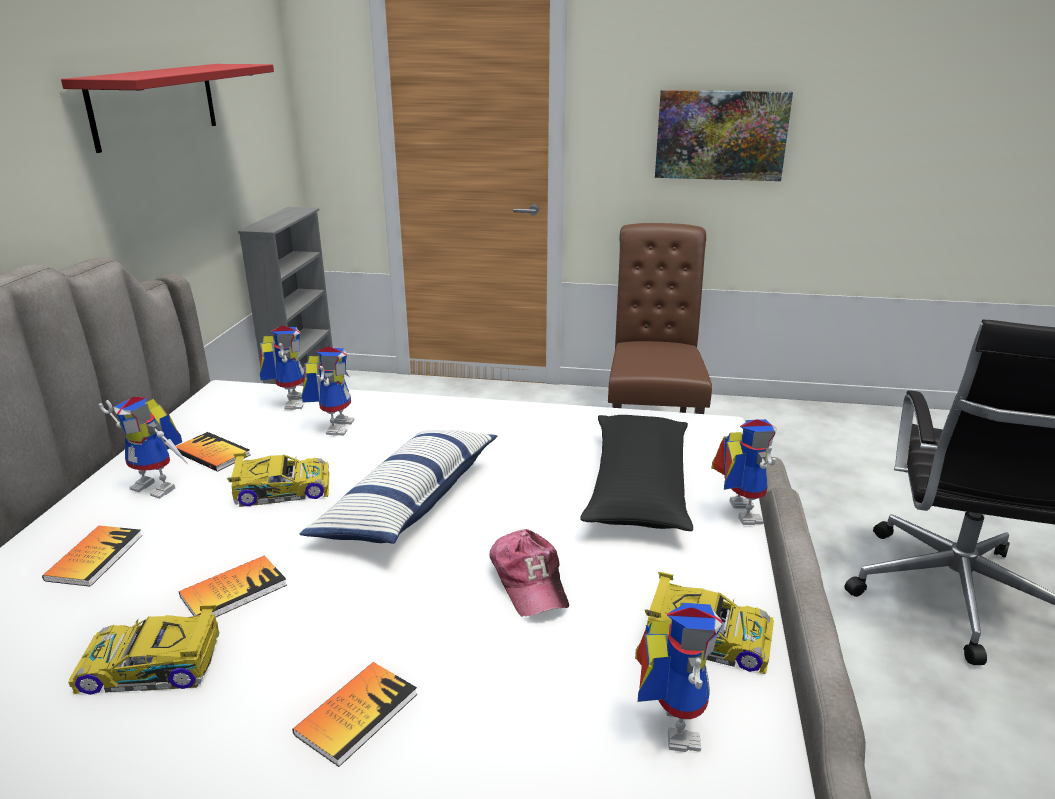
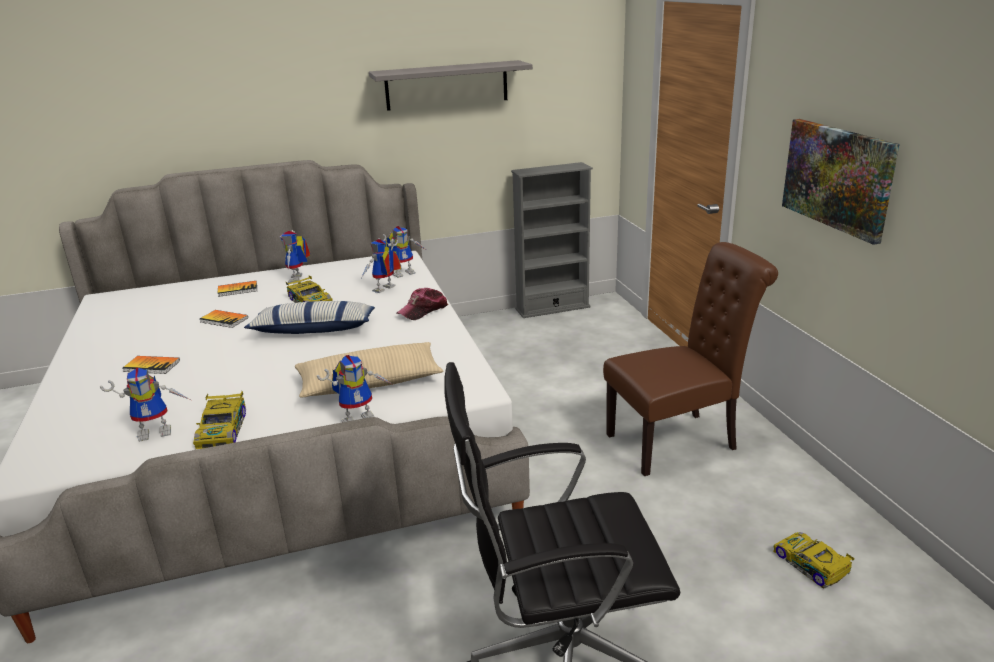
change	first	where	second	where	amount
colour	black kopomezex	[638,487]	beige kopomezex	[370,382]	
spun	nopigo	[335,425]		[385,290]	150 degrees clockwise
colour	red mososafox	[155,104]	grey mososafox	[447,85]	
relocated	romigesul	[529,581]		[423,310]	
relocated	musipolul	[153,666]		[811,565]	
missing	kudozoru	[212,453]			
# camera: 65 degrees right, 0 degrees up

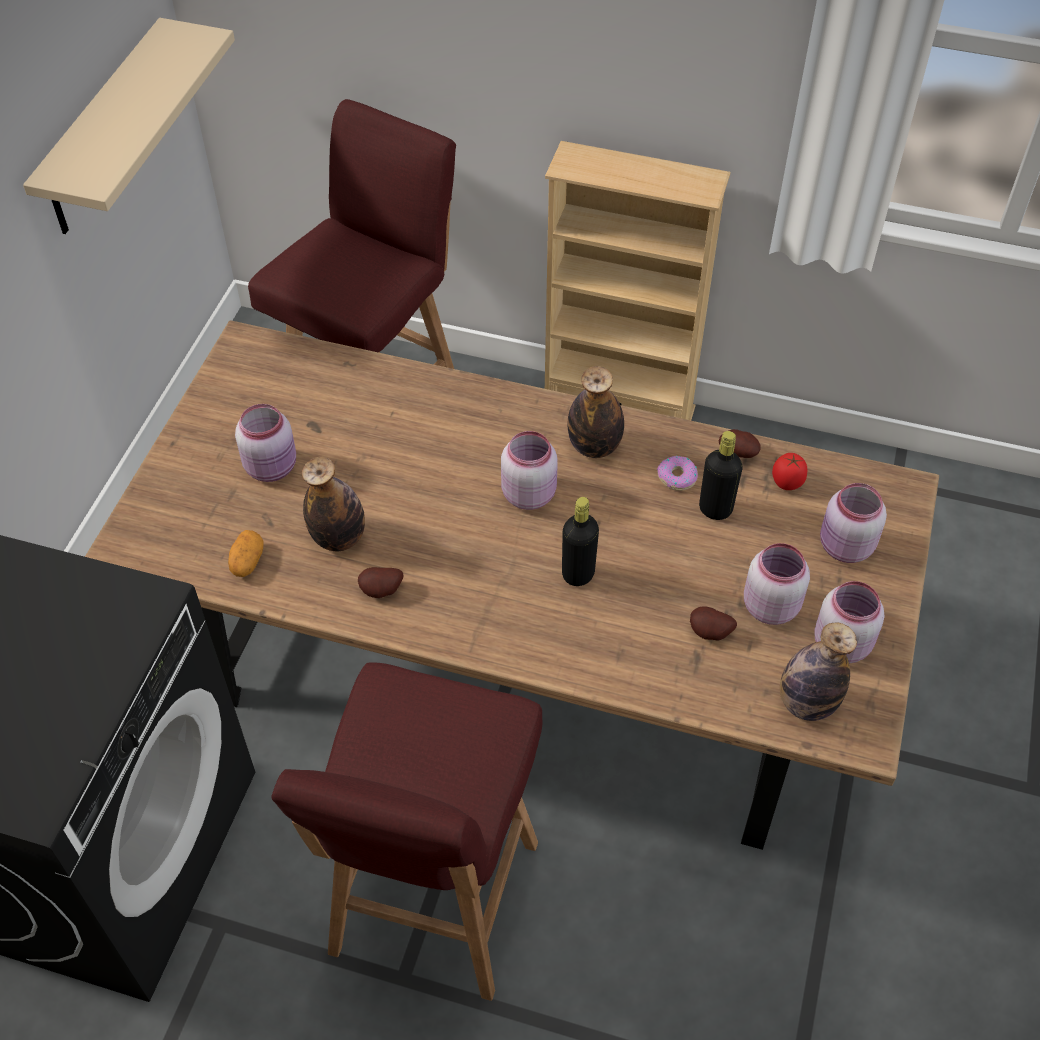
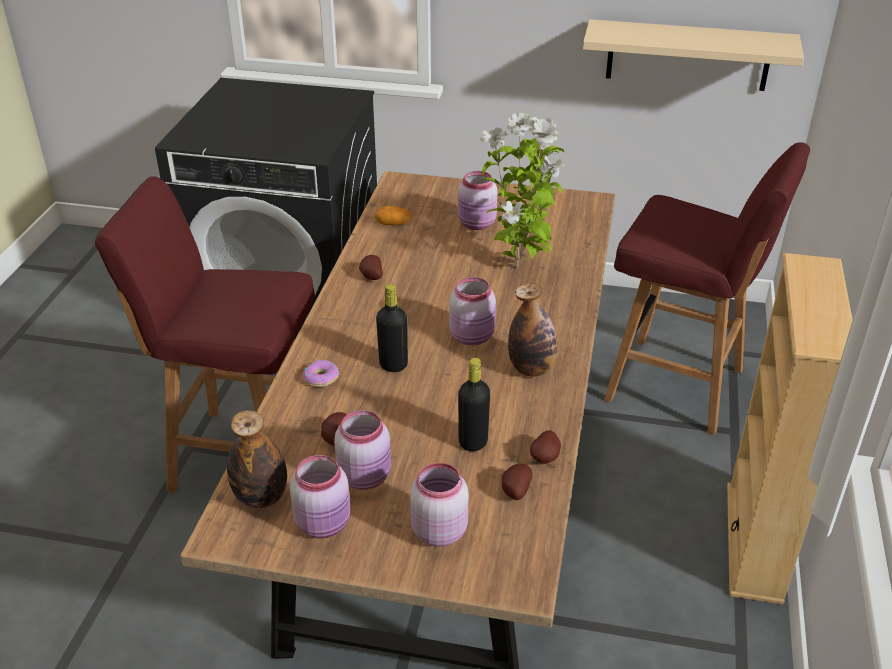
change	first	where	second	where	amount
relocated	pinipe	[677,477]		[321,378]	
appeared			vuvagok	[519,267]	
exchanged	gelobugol	[787,482]	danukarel	[514,491]	
missing	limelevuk	[339,538]			
# camera: 85 degrees right, 15 degrees down

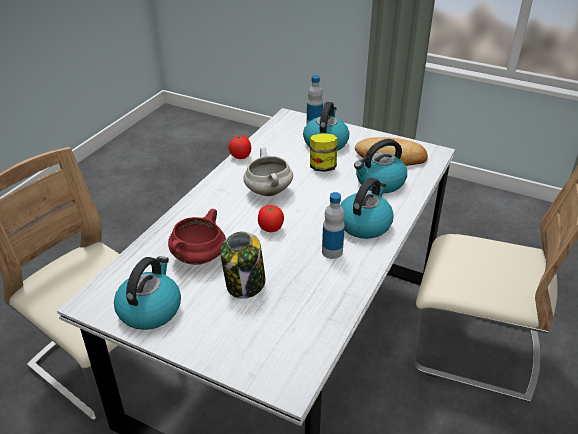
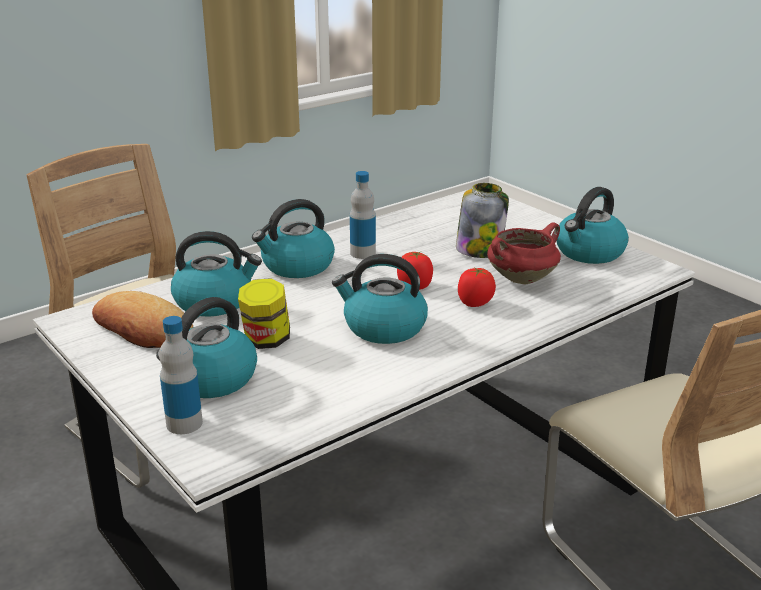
change	first	where	second	where	amount
exchanged	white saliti	[267,191]	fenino	[383,327]	
relocated	gelobugol	[240,156]		[474,303]	
# camera: 155 degrees left, 10 degrees down

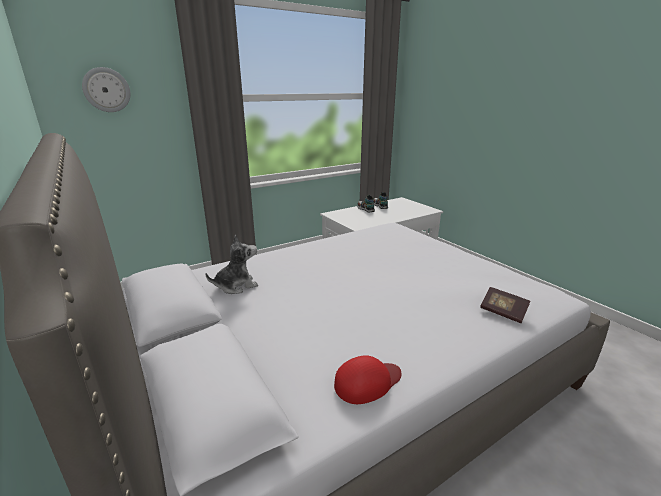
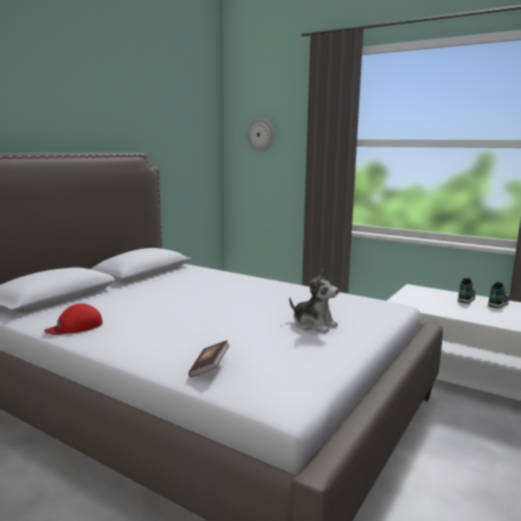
change	first	where	second	where	amount
spun	red romigesul	[367,382]		[75,327]	105 degrees clockwise
relocated	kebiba	[236,286]		[314,325]	
# camera: 65 degrees right, 10 degrees down

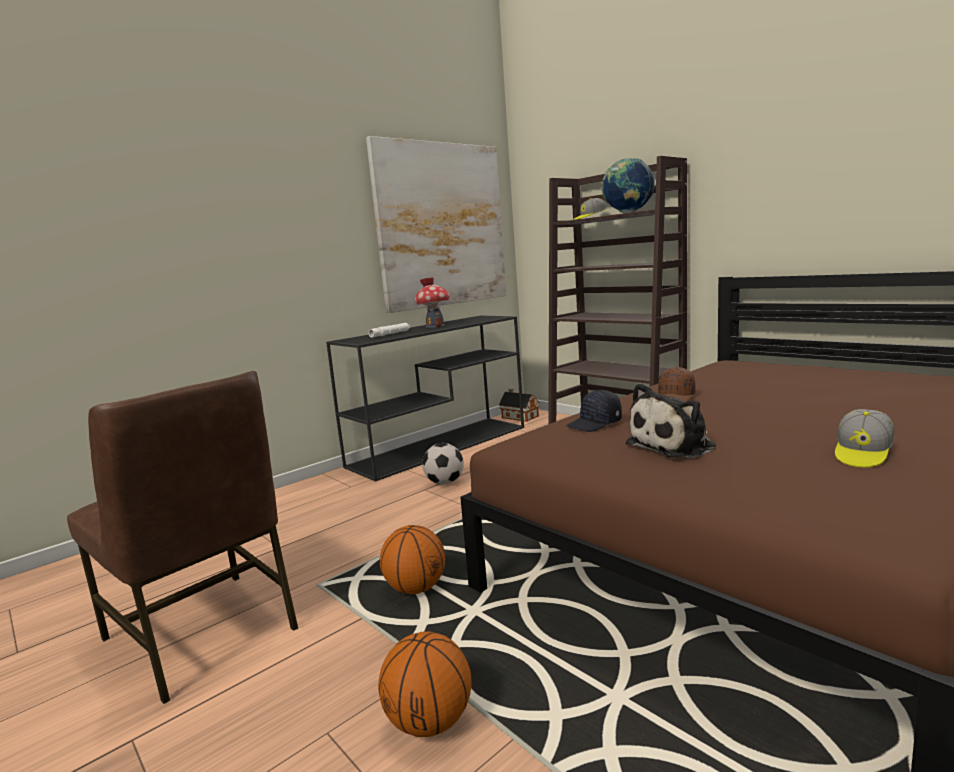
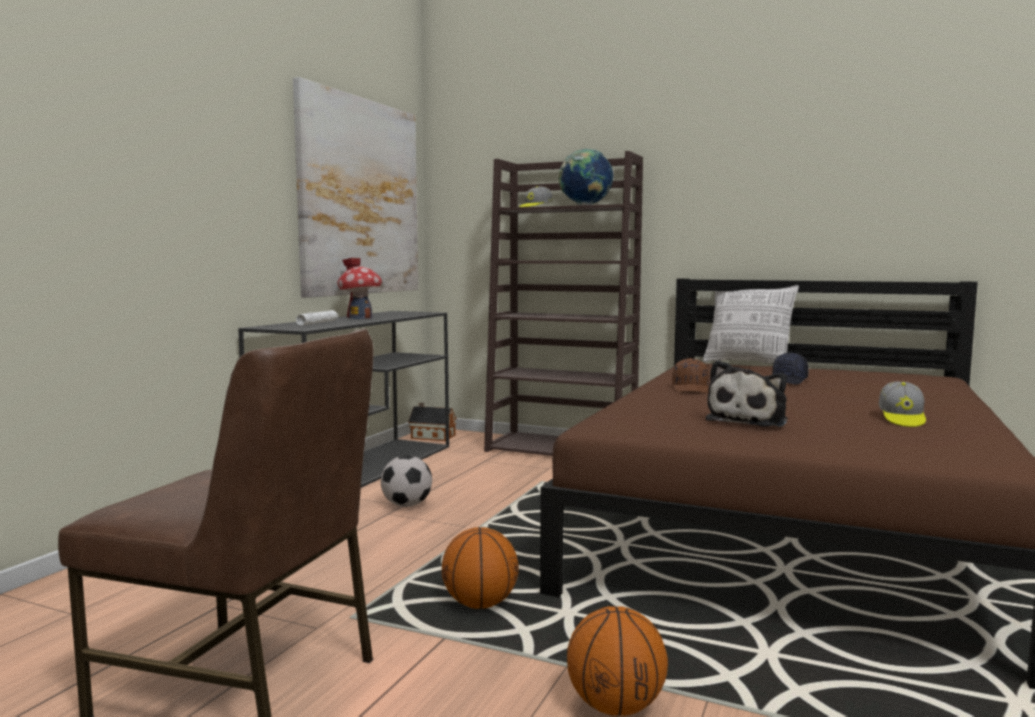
change	first	where	second	where	amount
appeared			kopomezex	[748,364]	
relocated	black romigesul	[595,424]		[788,381]	
# camera: 25 degrees left, 5 degrees down

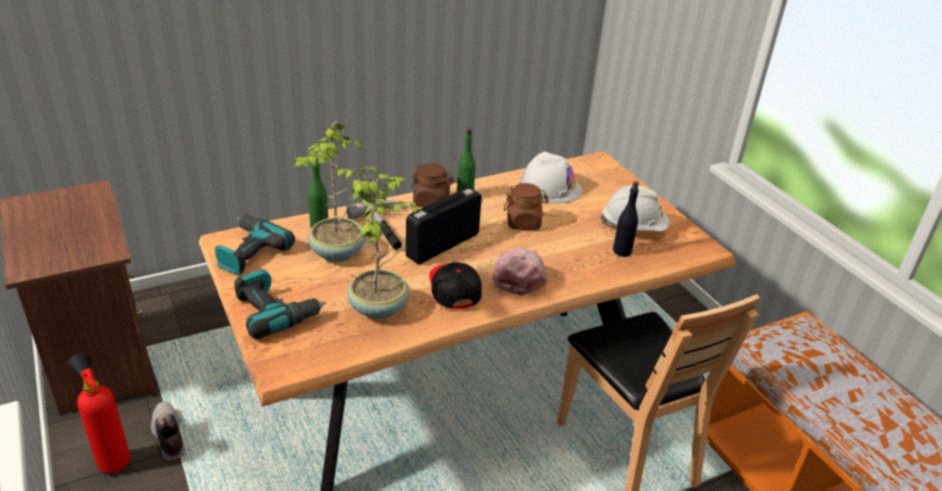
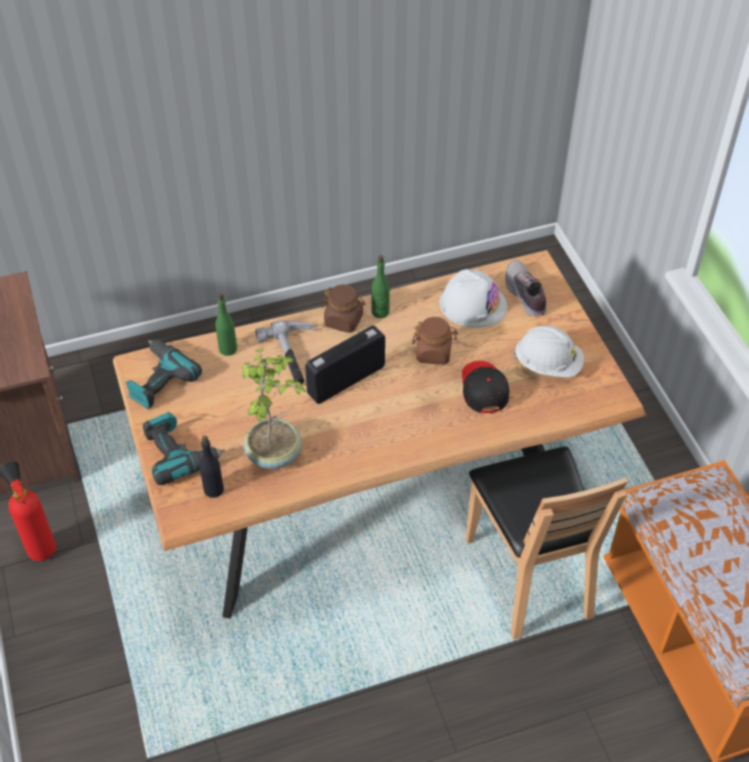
change	first	where	second	where	amount
relocated	black limelevuk	[621,251]		[213,489]	
relocated	black romigesul	[453,289]		[483,389]	
relocated	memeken	[168,437]		[525,294]	
missing	vuvagok	[337,253]			
missing	pink romigesul	[518,274]			
# camera: 10 degrees right, 15 degrees up

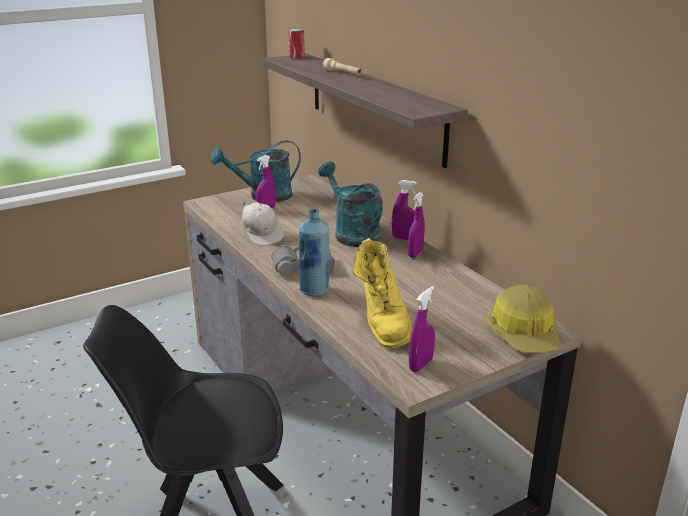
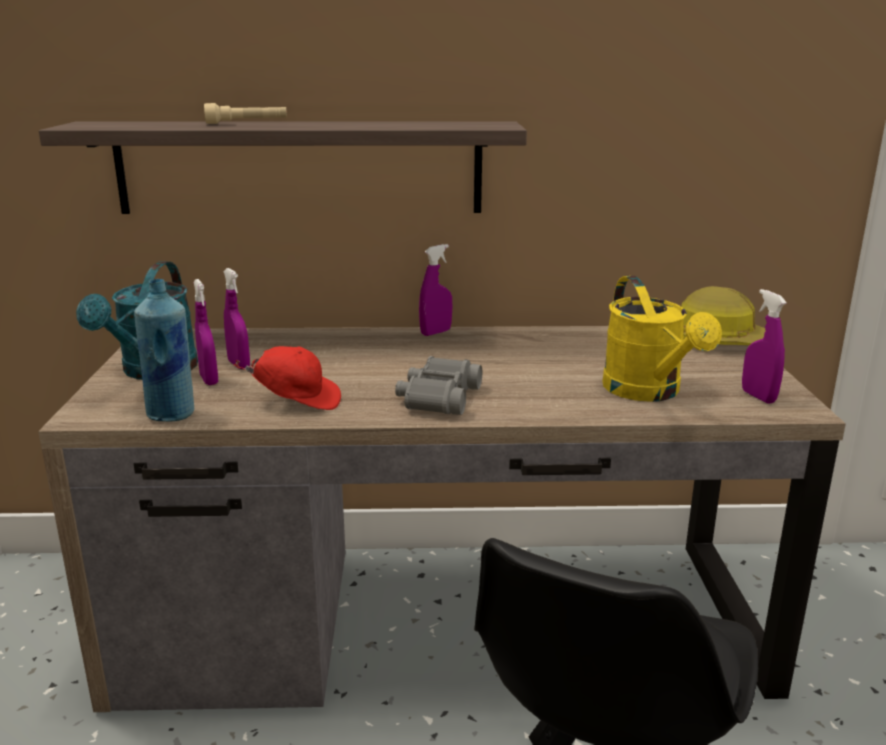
change	first	where	second	where	amount
relocated	blue limelevuk	[314,290]		[172,414]	
relocated	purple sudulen	[415,253]		[239,365]	
colour	white romigesul	[262,235]	red romigesul	[296,401]	
exchanged	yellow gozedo	[382,324]	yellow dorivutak	[649,392]	
missing	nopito	[296,57]			
missing	turquoise dorivutak	[351,233]			
# camera: 60 degrees left, 5 degrees down

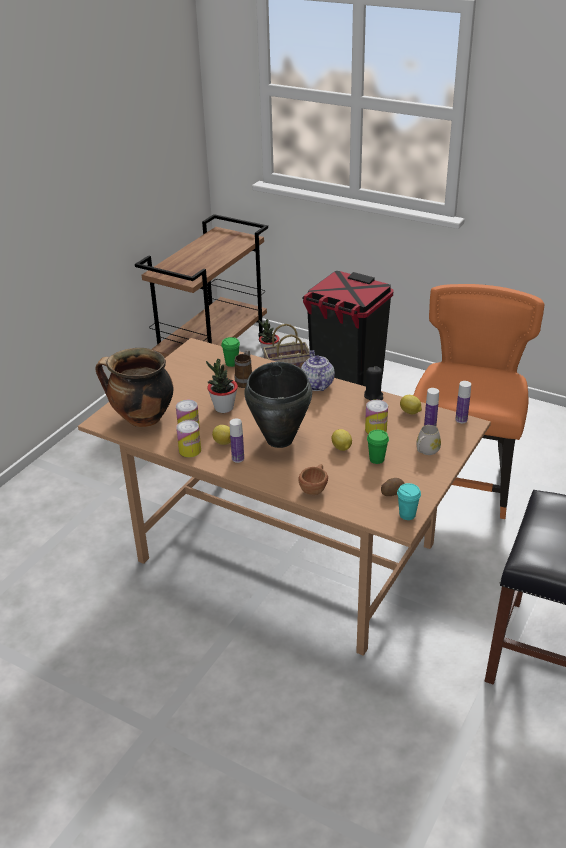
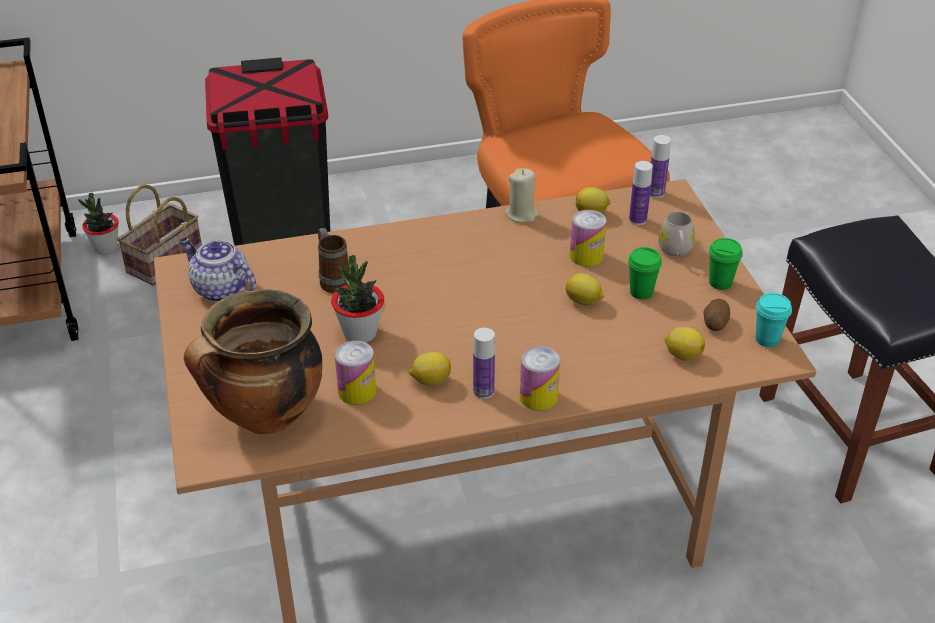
change	first	where	second	where	amount
relocated	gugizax	[316,384]		[220,289]	
colour	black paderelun	[373,396]	beige paderelun	[522,214]	
relocated	nopito	[190,450]		[538,397]	
appeared			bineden	[682,355]	
relocated	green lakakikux	[231,363]		[720,283]	
missing	black saliti	[280,439]			
missing	brown lakakikux	[315,488]			
# camera: 45 degrees left, 5 degrees up

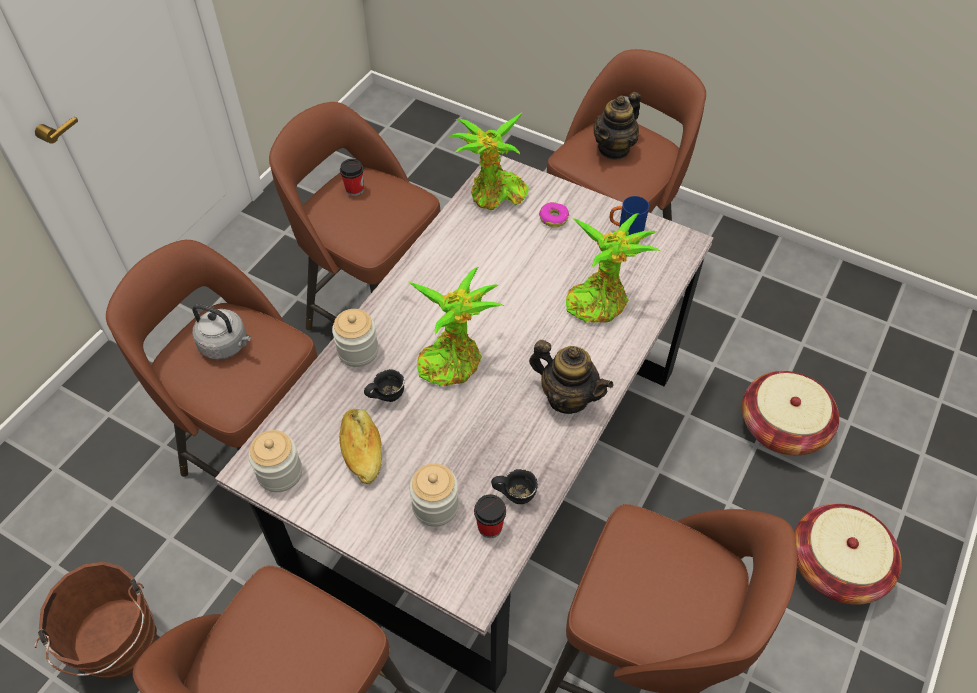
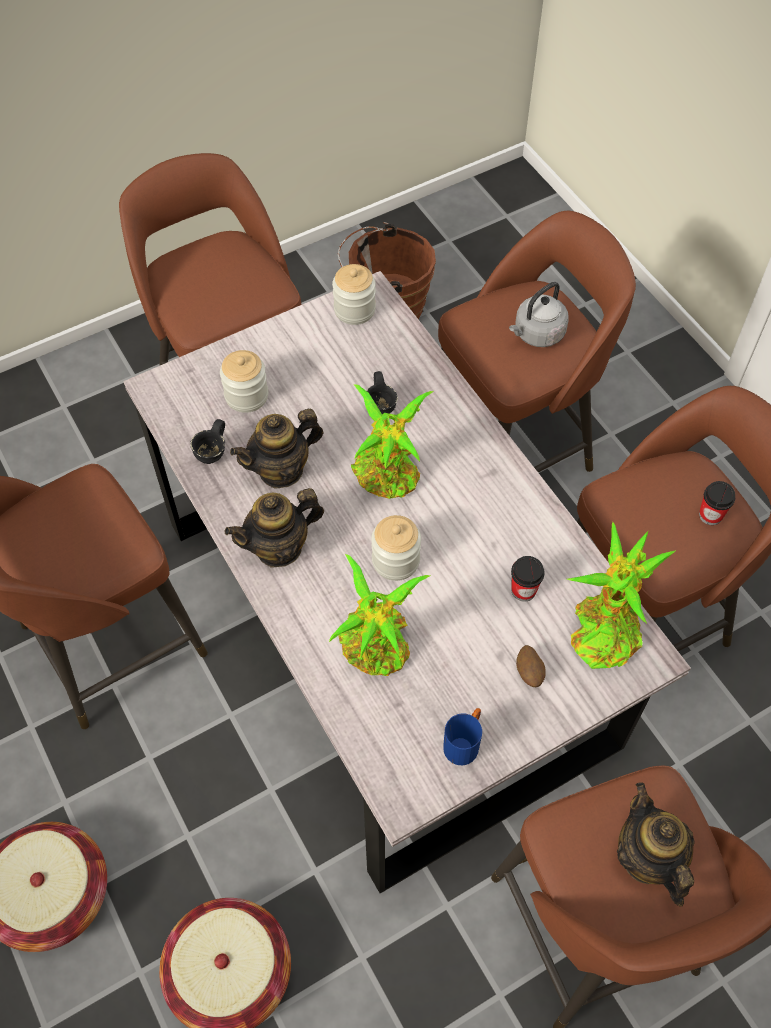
change	first	where	second	where	amount
appeared			gugizax	[281,470]	
relocated	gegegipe	[358,351]		[395,560]	
relocated	lakakikux	[490,527]		[523,590]	
exchanged	pinipe	[553,218]	danukarel	[529,672]	
missing	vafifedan	[362,450]			
# camera: 120 degrees right, 5 degrees up

